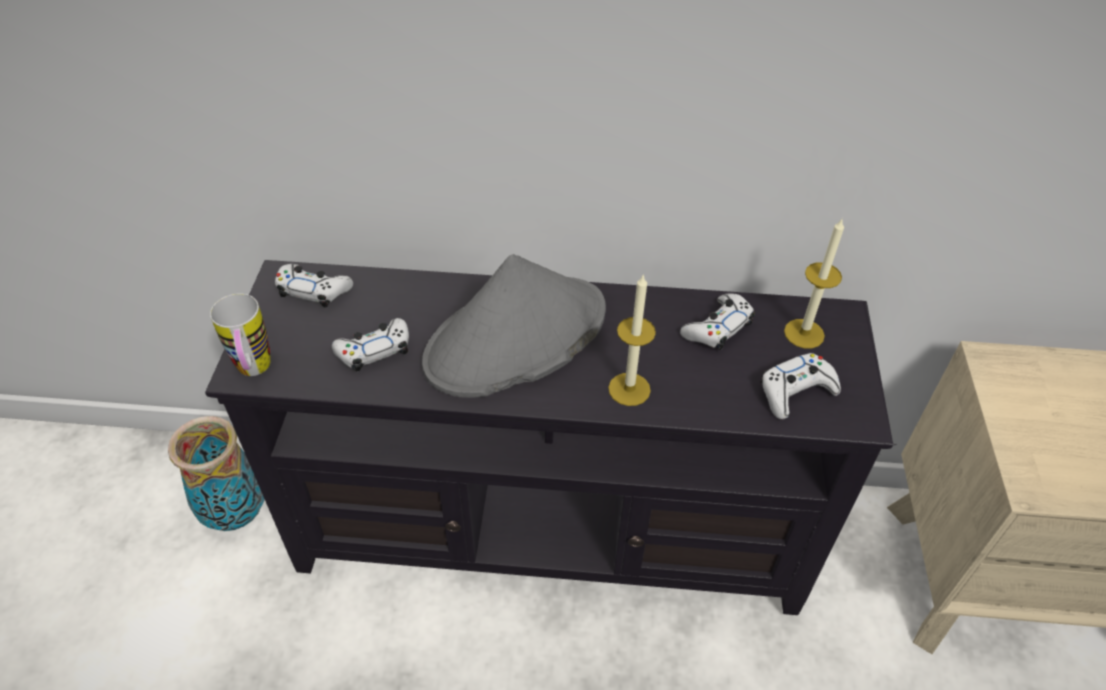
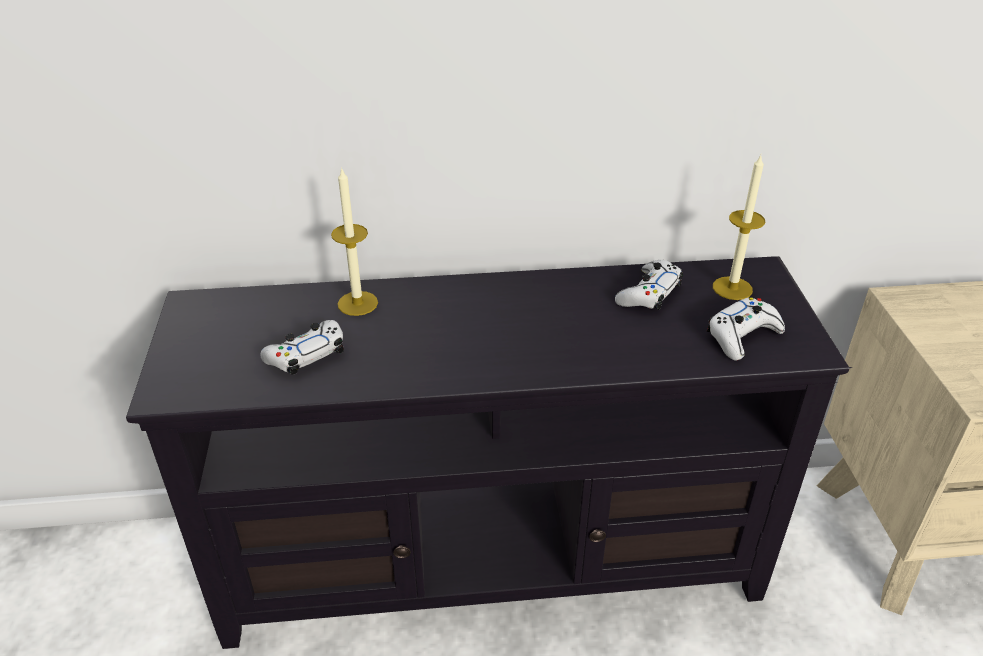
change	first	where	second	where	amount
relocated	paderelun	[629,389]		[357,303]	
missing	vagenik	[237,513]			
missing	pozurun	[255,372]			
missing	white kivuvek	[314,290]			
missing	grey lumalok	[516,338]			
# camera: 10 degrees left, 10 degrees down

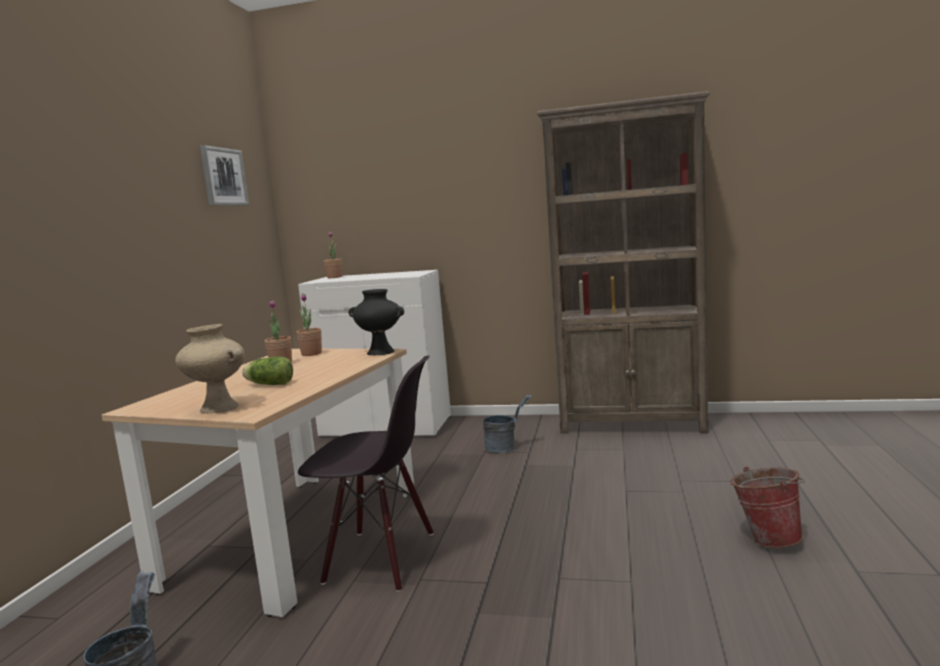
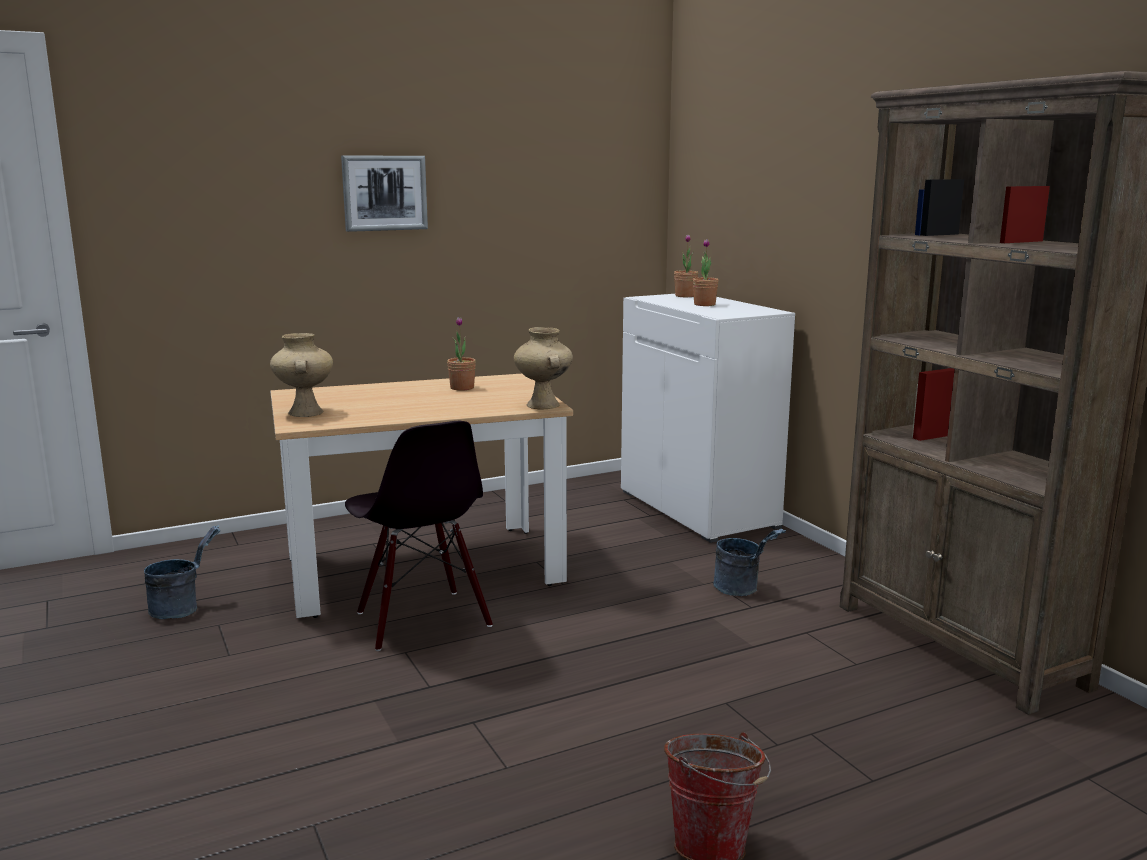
change	first	where	second	where	amount
relocated	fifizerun	[223,177]		[384,193]	
colour	black vagenik	[381,352]	beige vagenik	[544,405]	
relocated	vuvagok	[311,354]		[704,304]	
missing	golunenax	[268,384]			
# camera: 50 degrees right, 5 degrees up

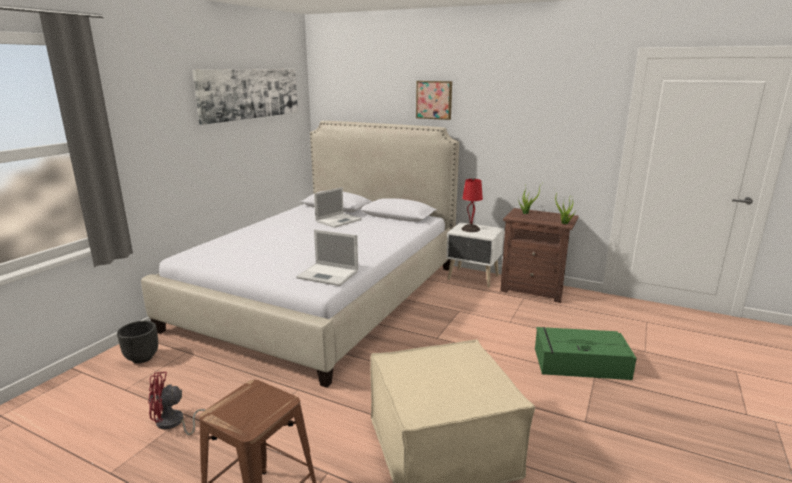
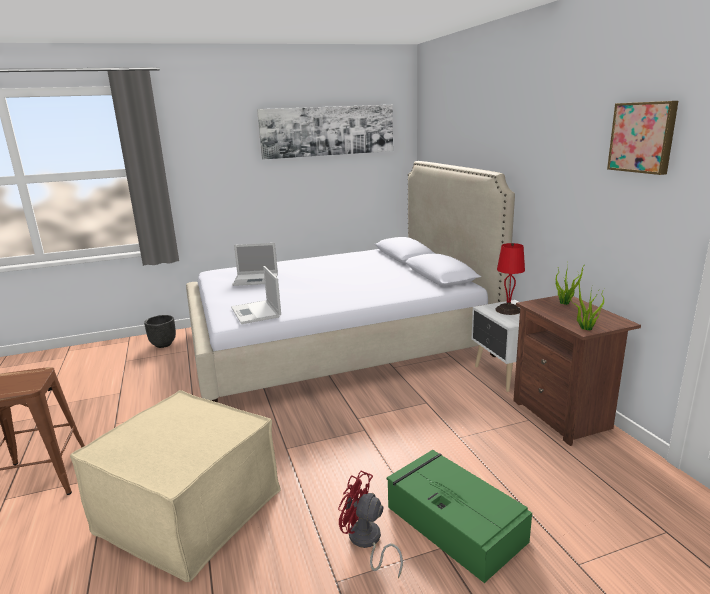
change	first	where	second	where	amount
relocated	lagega	[339,220]		[257,279]	
relocated	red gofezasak	[174,423]		[366,542]	
relocated	fifizerun	[434,100]		[643,137]	
# camera: 45 degrees right, 0 degrees up

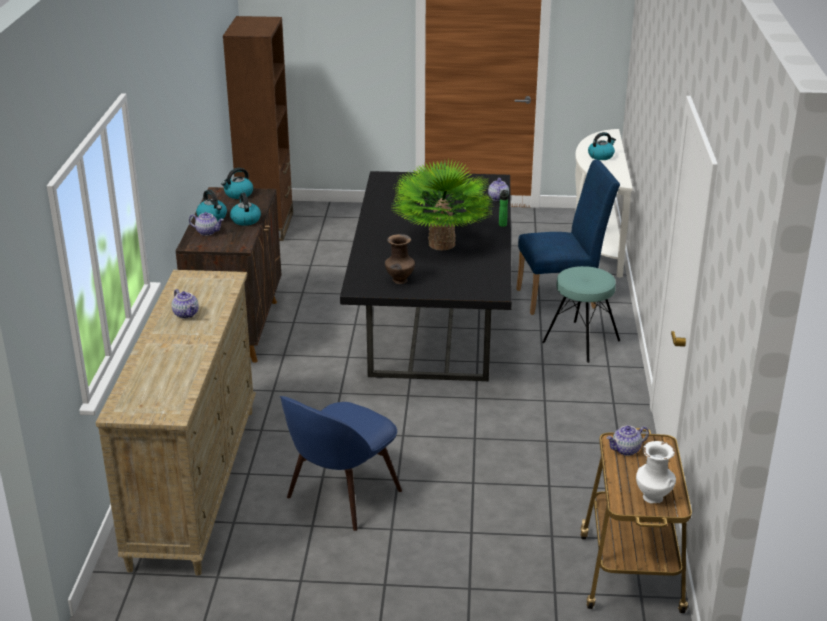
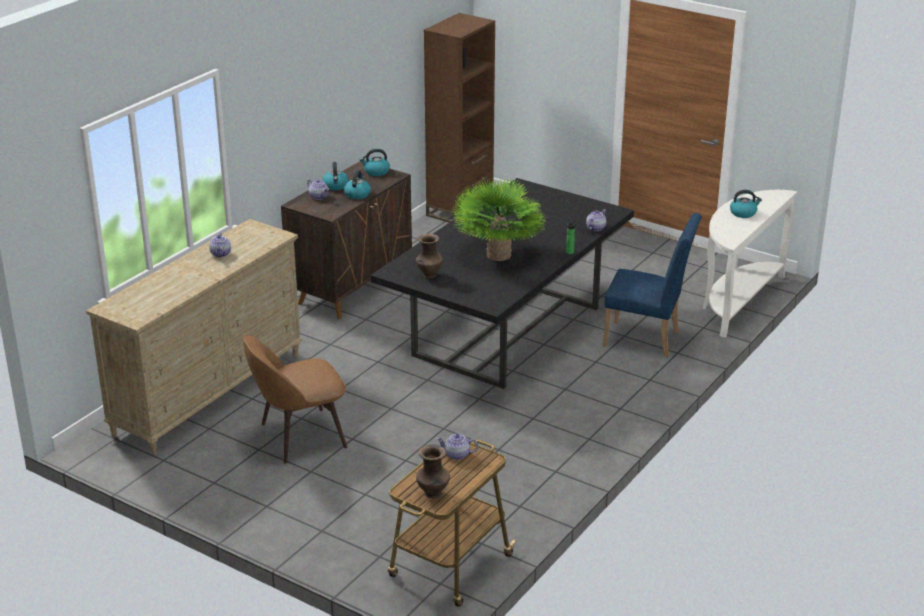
change	first	where	second	where	amount
colour	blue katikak	[341,496]	brown katikak	[299,436]	
colour	white vagenik	[653,498]	brown vagenik	[433,494]	
missing	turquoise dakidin	[581,341]			
# camera: 30 degrees right, 0 degrees up

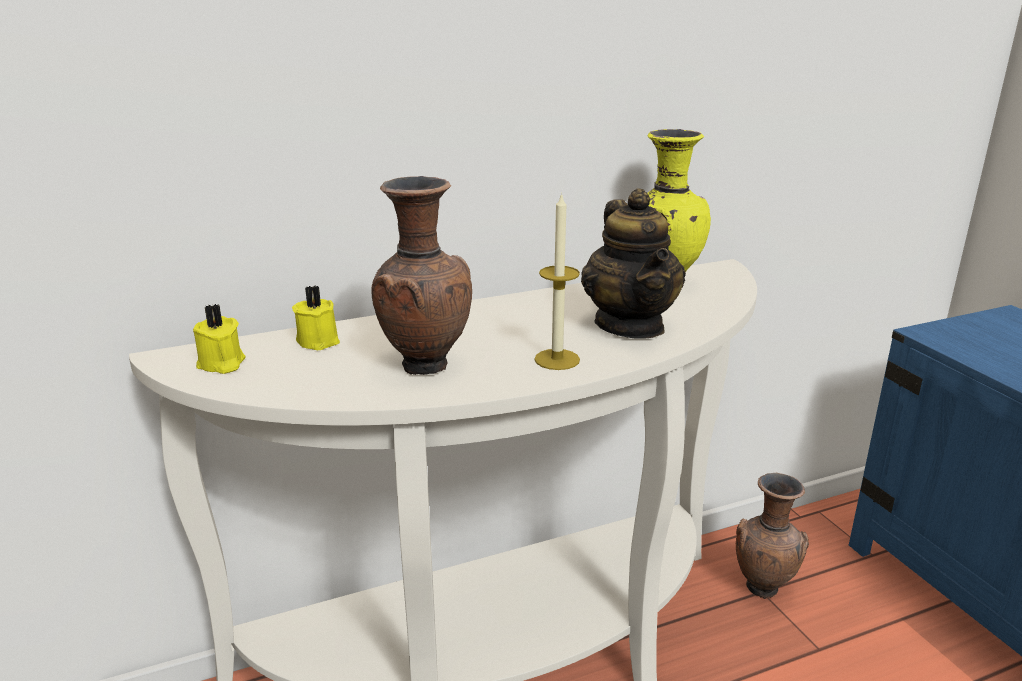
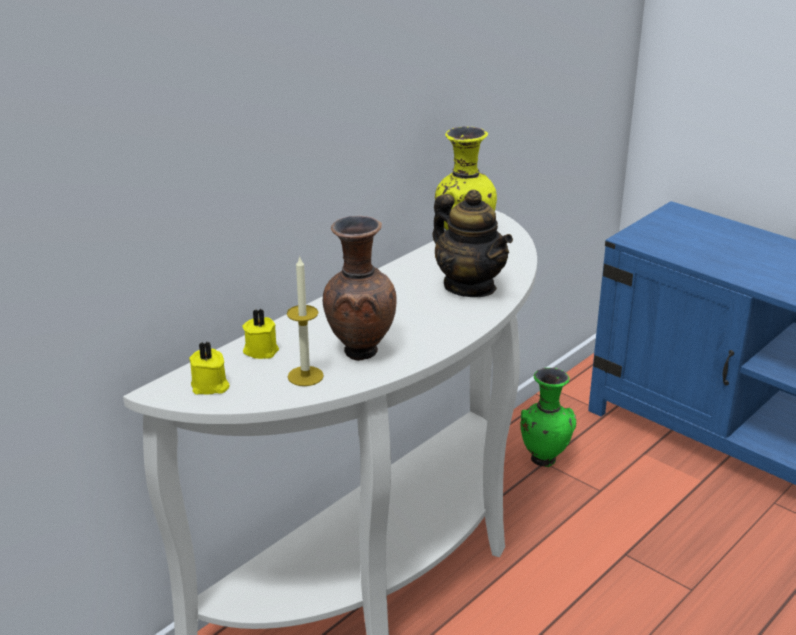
change	first	where	second	where	amount
relocated	paderelun	[557,359]		[305,376]	
colour	brown vagenik	[764,588]	green vagenik	[544,459]	
# camera: 25 degrees left, 5 degrees up

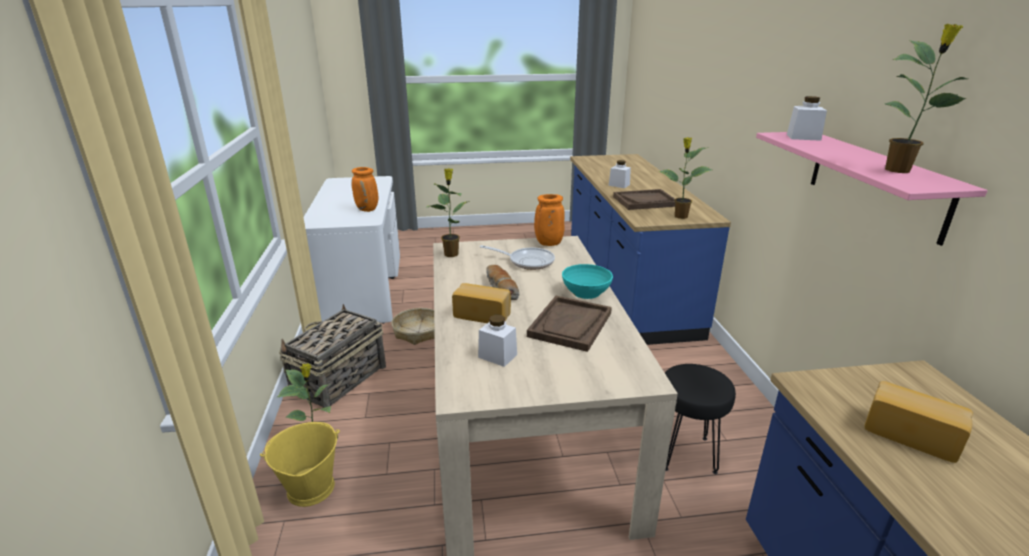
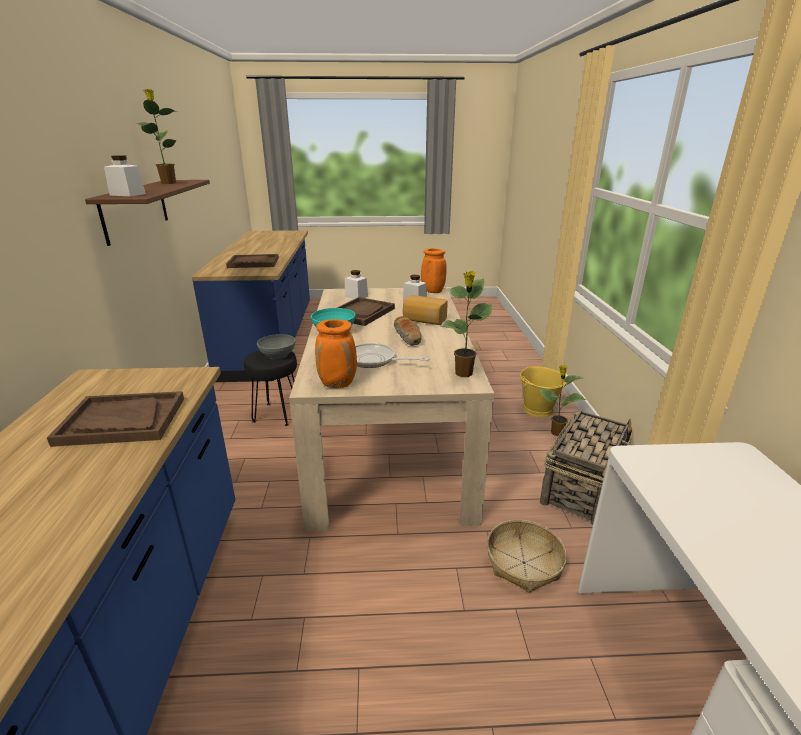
change	first	where	second	where	amount
colour	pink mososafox	[875,183]	brown mososafox	[135,210]	
exchanged	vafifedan	[910,433]	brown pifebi	[253,263]	
appeared			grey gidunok	[278,354]	
relocated	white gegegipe	[619,185]		[356,296]	
relocated	orange vagenik	[368,210]		[432,291]	
missing	vuvagok	[680,216]			
# camera: 175 degrees left, 0 degrees up

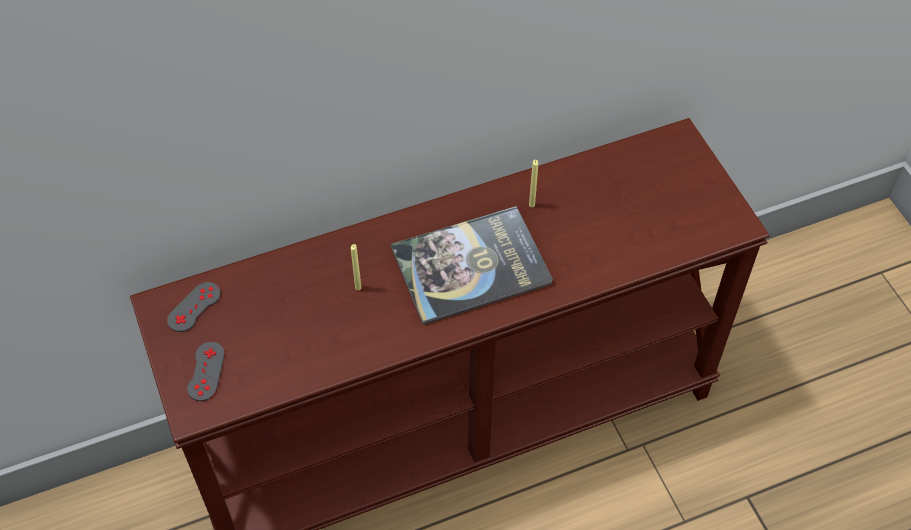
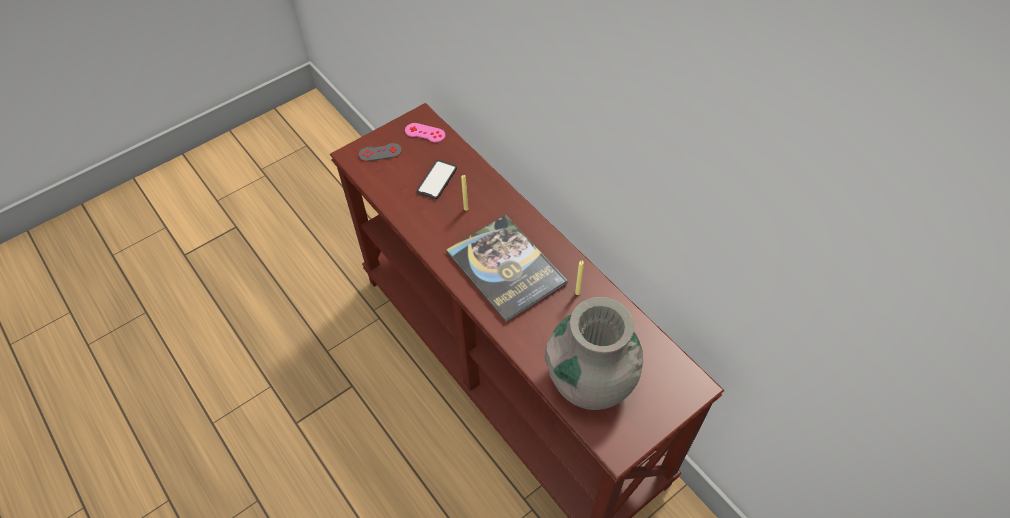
change	first	where	second	where	amount
colour	grey kivuvek	[194,307]	pink kivuvek	[425,133]	
appeared			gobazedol	[437,180]	
appeared			grey vagenik	[591,380]	
# camera: 75 degrees right, 0 degrees up

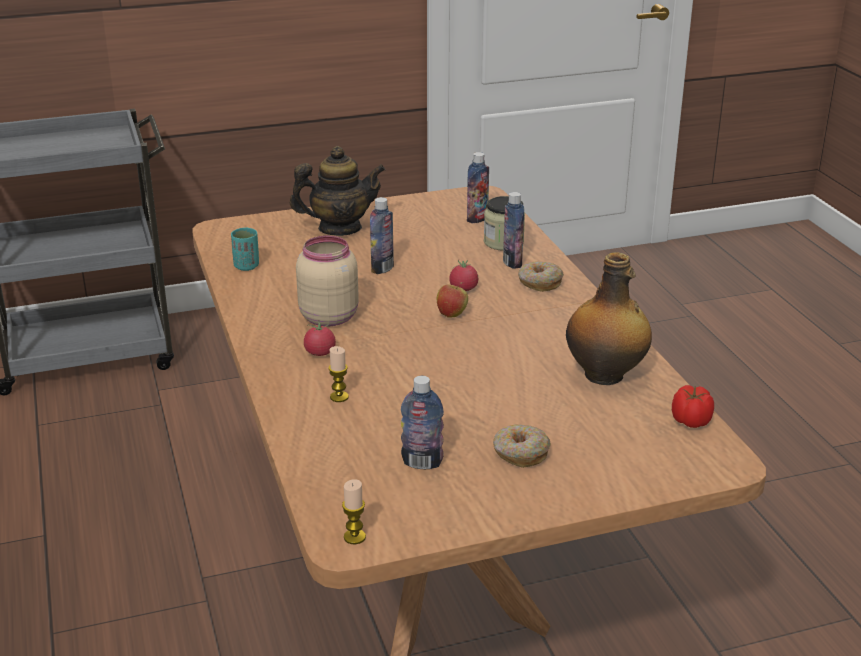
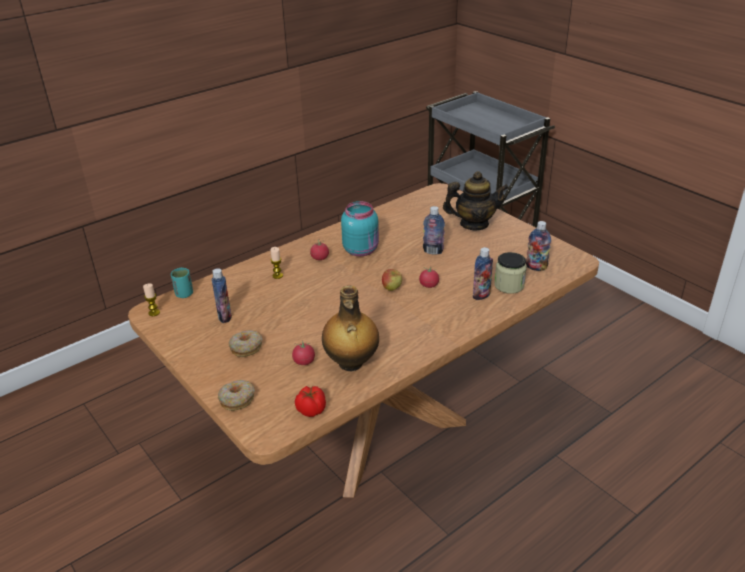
change	first	where	second	where	amount
relocated	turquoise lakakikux	[246,266]		[184,294]	
relocated	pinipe	[539,283]		[237,399]	
appeared			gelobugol	[304,361]	
colour	beige gegegipe	[328,316]	turquoise gegegipe	[361,250]	
spun	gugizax	[339,228]		[474,224]	60 degrees counterclockwise
# camera: 70 degrees right, 5 degrees up

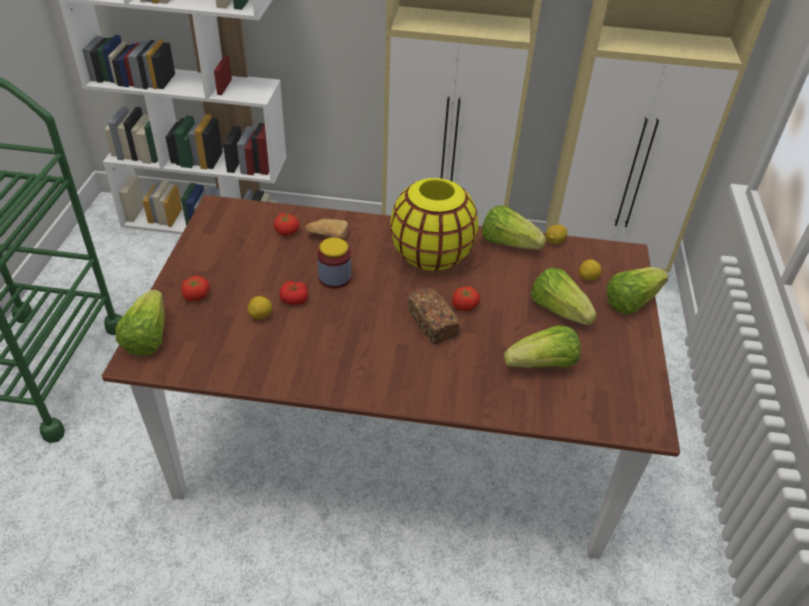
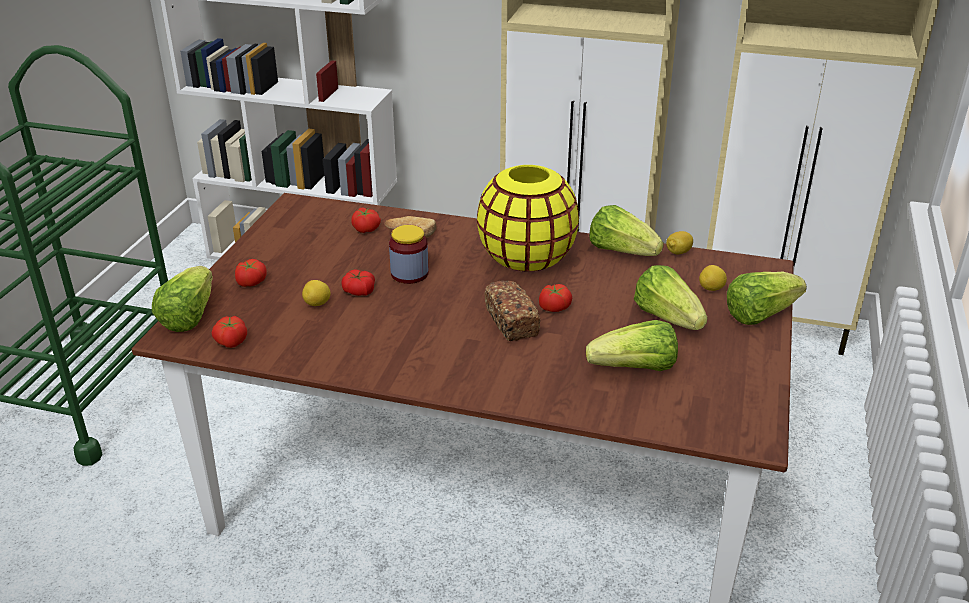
change	first	where	second	where	amount
appeared			gelobugol	[231,341]	
# camera: 10 degrees right, 10 degrees down

